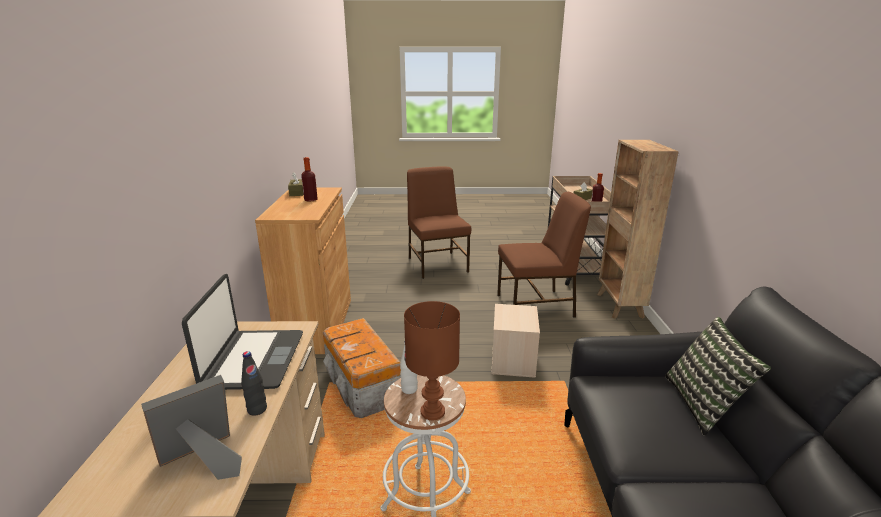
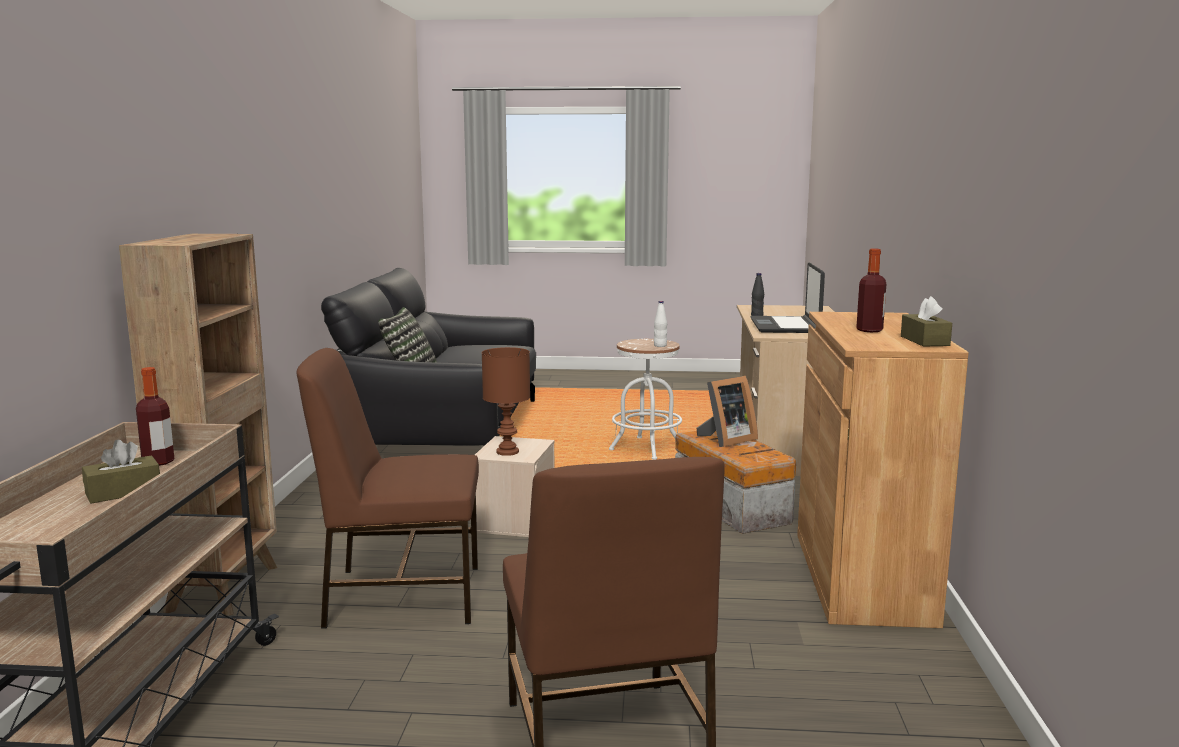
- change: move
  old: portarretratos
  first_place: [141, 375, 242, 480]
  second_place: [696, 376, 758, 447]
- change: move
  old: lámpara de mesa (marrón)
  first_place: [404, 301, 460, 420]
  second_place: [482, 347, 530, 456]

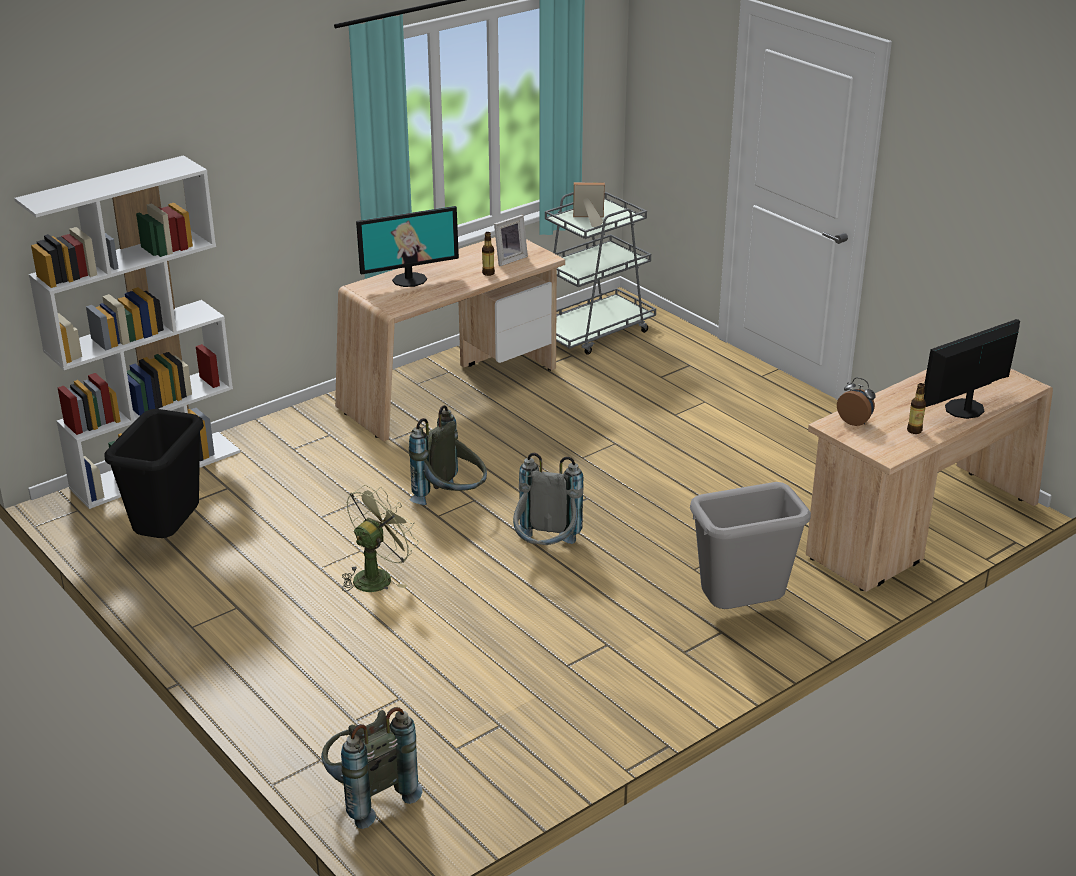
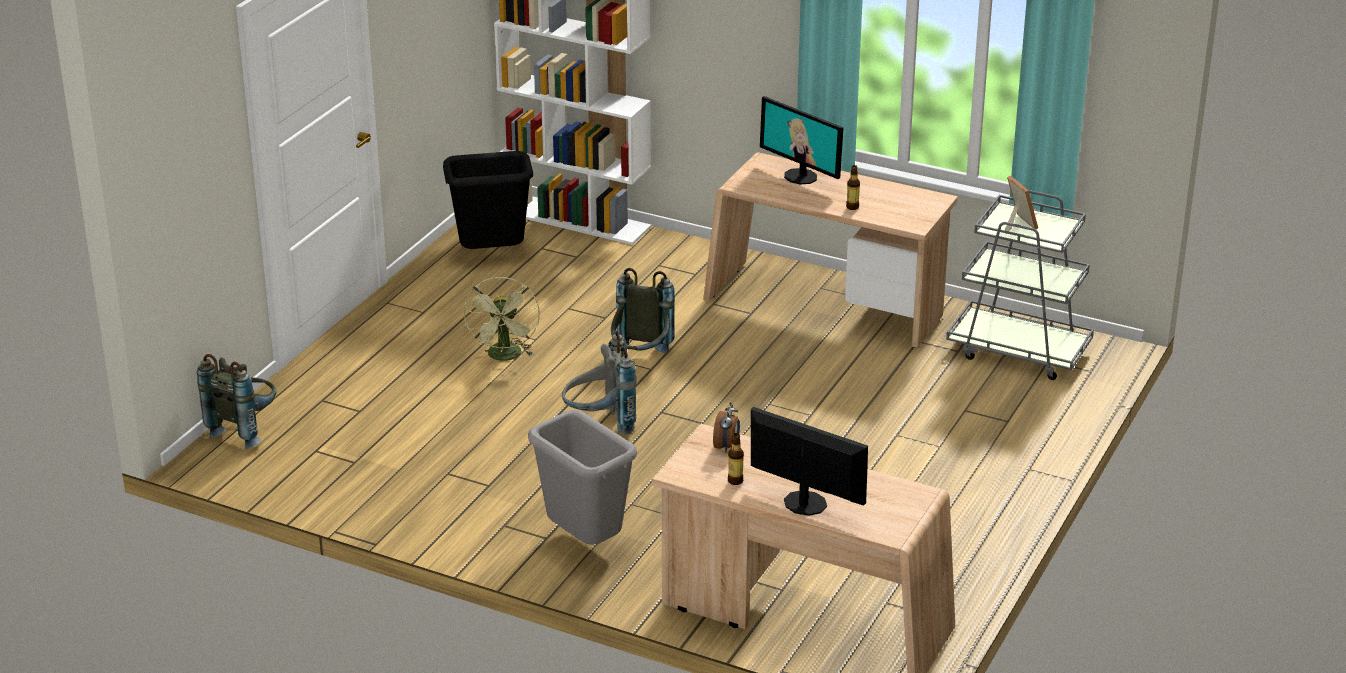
- change: rotate
  old: ventilador (verde)
  first_place: [342, 485, 419, 592]
  second_place: [463, 277, 540, 361]
  degrees: 75
- change: delete
  old: portarretratos
  first_place: [494, 215, 528, 266]

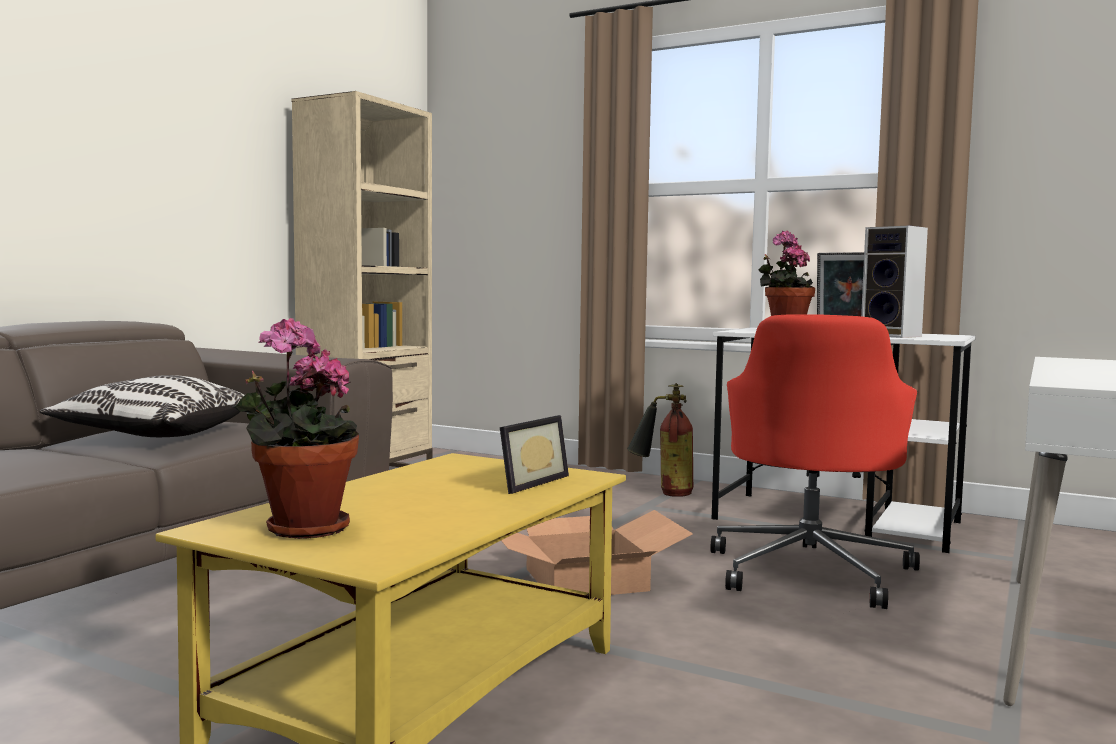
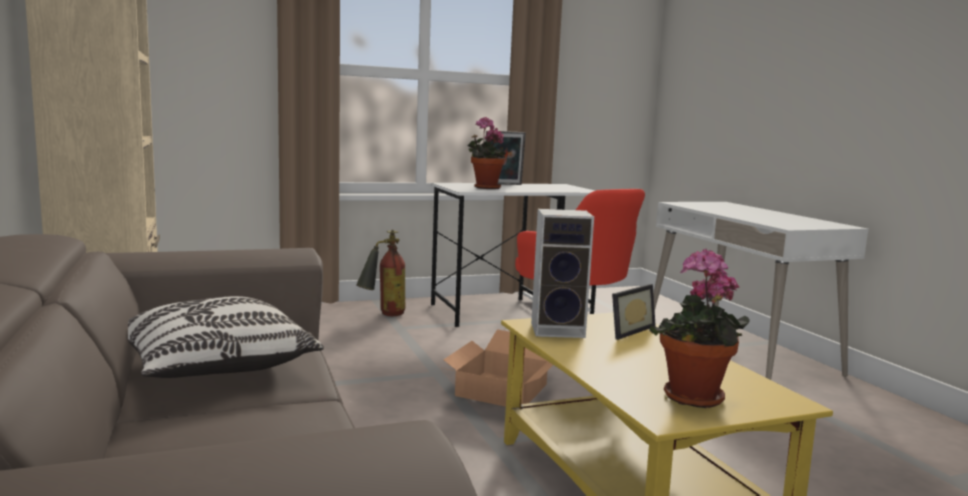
- change: rotate
  old: portarretratos
  first_place: [500, 415, 569, 494]
  second_place: [612, 284, 656, 340]
  degrees: 60
- change: move
  old: altavoz
  first_place: [861, 225, 928, 338]
  second_place: [531, 209, 594, 338]

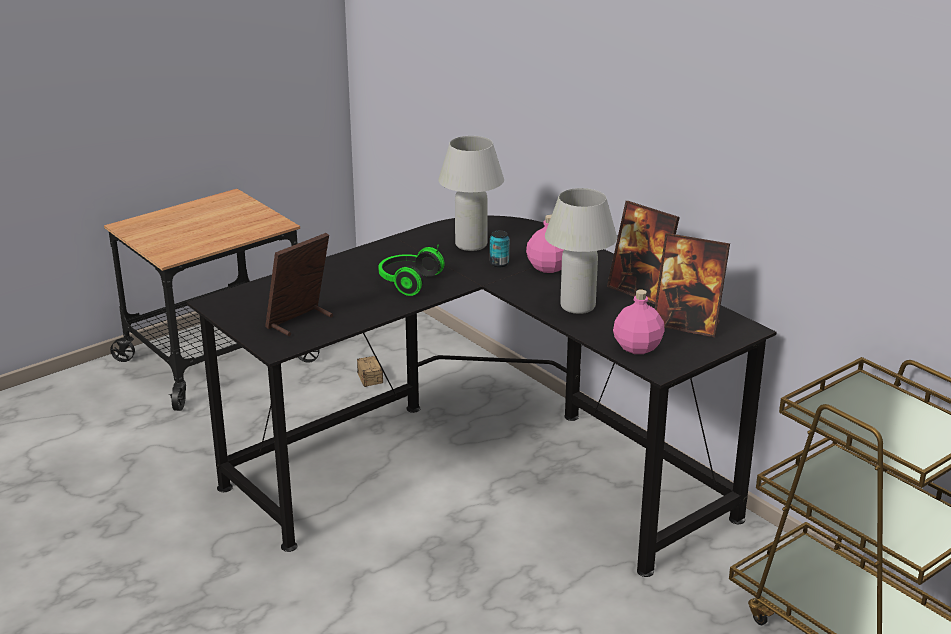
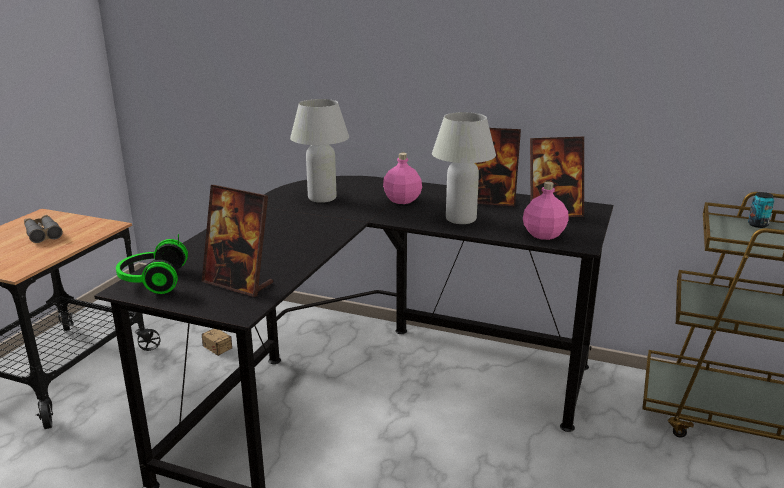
- change: rotate
  old: portarretratos
  first_place: [265, 233, 333, 336]
  second_place: [202, 185, 273, 297]
  degrees: -75
- change: move
  old: auriculares
  first_place: [379, 245, 445, 296]
  second_place: [116, 234, 188, 294]
- change: move
  old: lata
  first_place: [490, 230, 509, 268]
  second_place: [748, 192, 774, 228]
- change: insert
  new: prismáticos (gris)
  second_place: [24, 215, 63, 243]

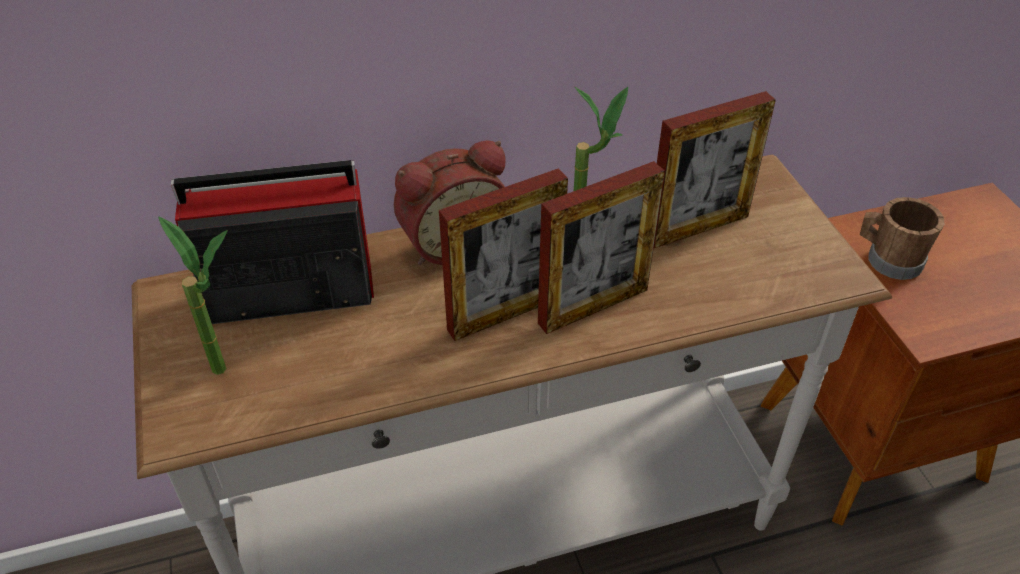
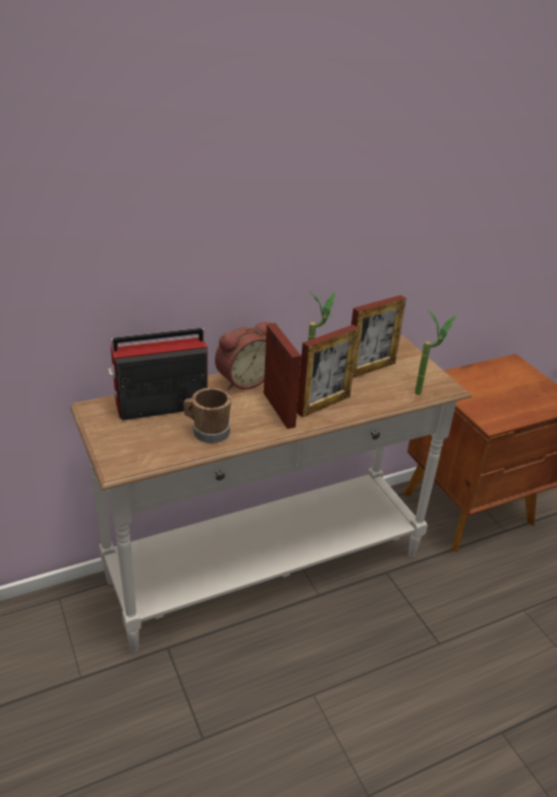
- change: move
  old: planta en maceta
  first_place: [158, 217, 228, 375]
  second_place: [415, 310, 456, 395]
- change: rotate
  old: portarretratos
  first_place: [439, 168, 568, 341]
  second_place: [264, 323, 301, 429]
  degrees: -75
- change: move
  old: taza grande (marrón)
  first_place: [860, 197, 945, 280]
  second_place: [183, 387, 231, 443]

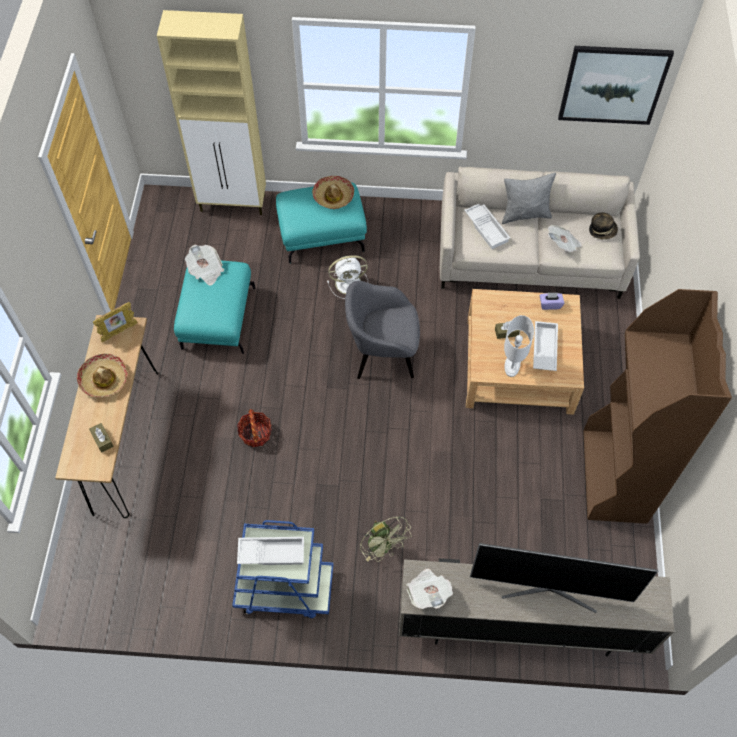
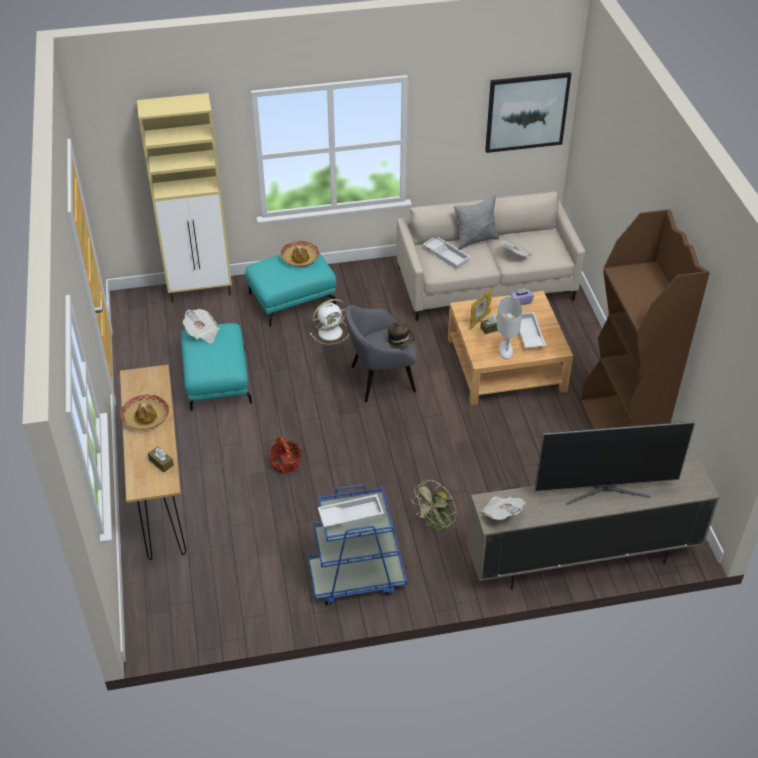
- change: move
  old: portarretratos
  first_place: [93, 302, 138, 342]
  second_place: [470, 289, 493, 330]
- change: rotate
  old: ventilador (verde)
  first_place: [360, 516, 411, 562]
  second_place: [412, 480, 458, 535]
  degrees: 90
- change: move
  old: sombrero
  first_place: [589, 212, 618, 240]
  second_place: [388, 322, 415, 347]

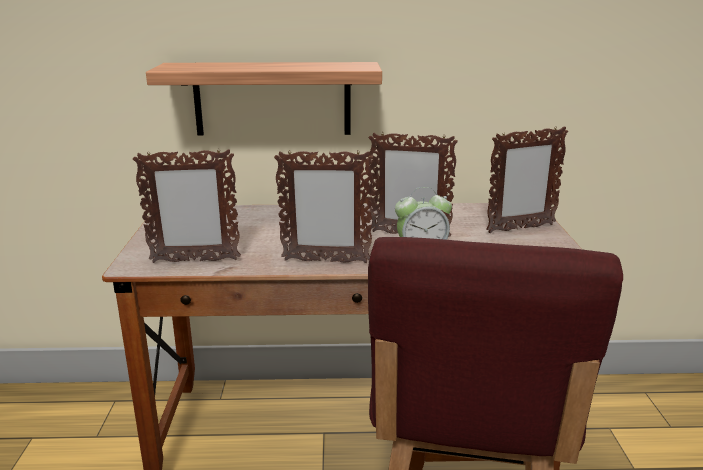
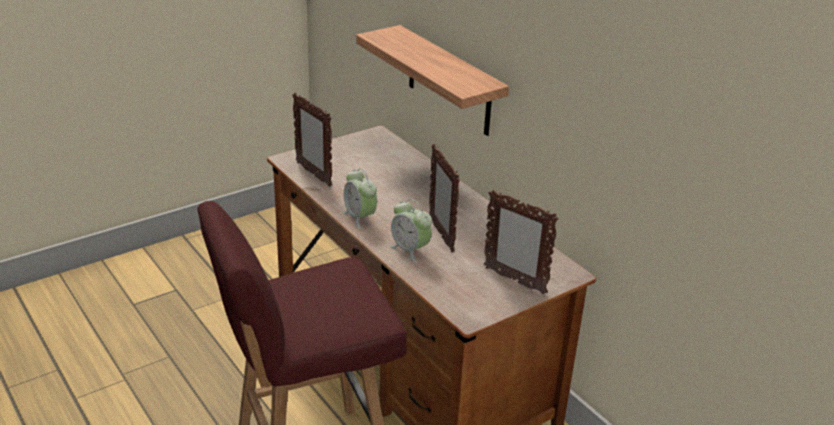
- change: replace
  old: portarretratos
  new: despertador
  first_place: [274, 150, 373, 263]
  second_place: [343, 168, 377, 229]

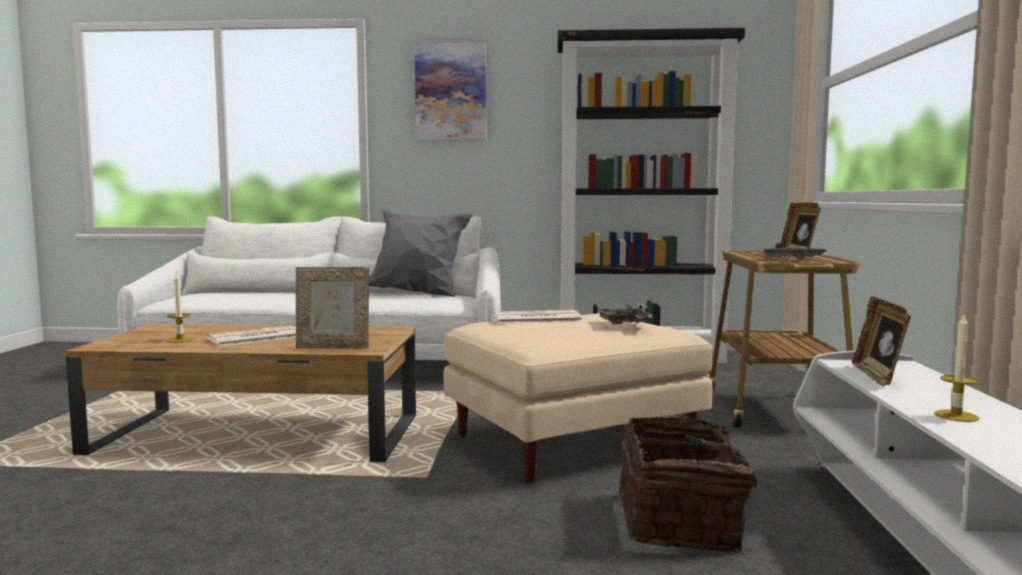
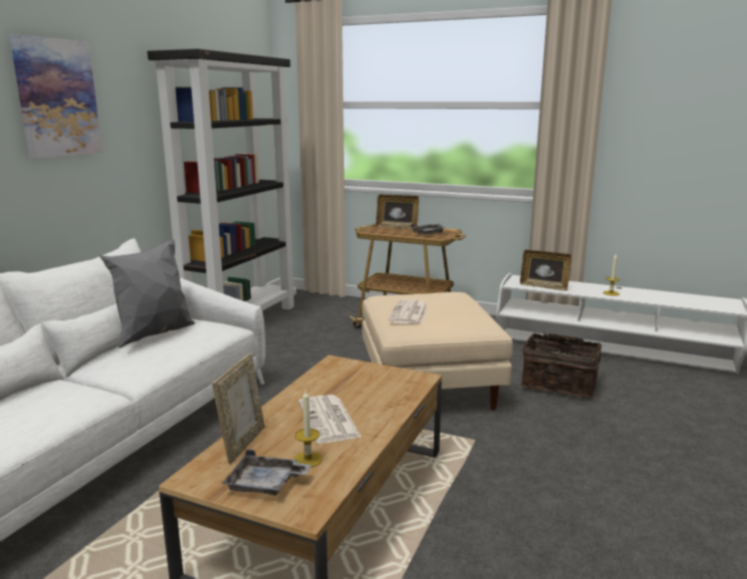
- change: move
  old: portarretratos
  first_place: [296, 267, 369, 348]
  second_place: [212, 354, 265, 464]
- change: move
  old: bandeja (gris)
  first_place: [597, 304, 654, 324]
  second_place: [222, 449, 311, 496]

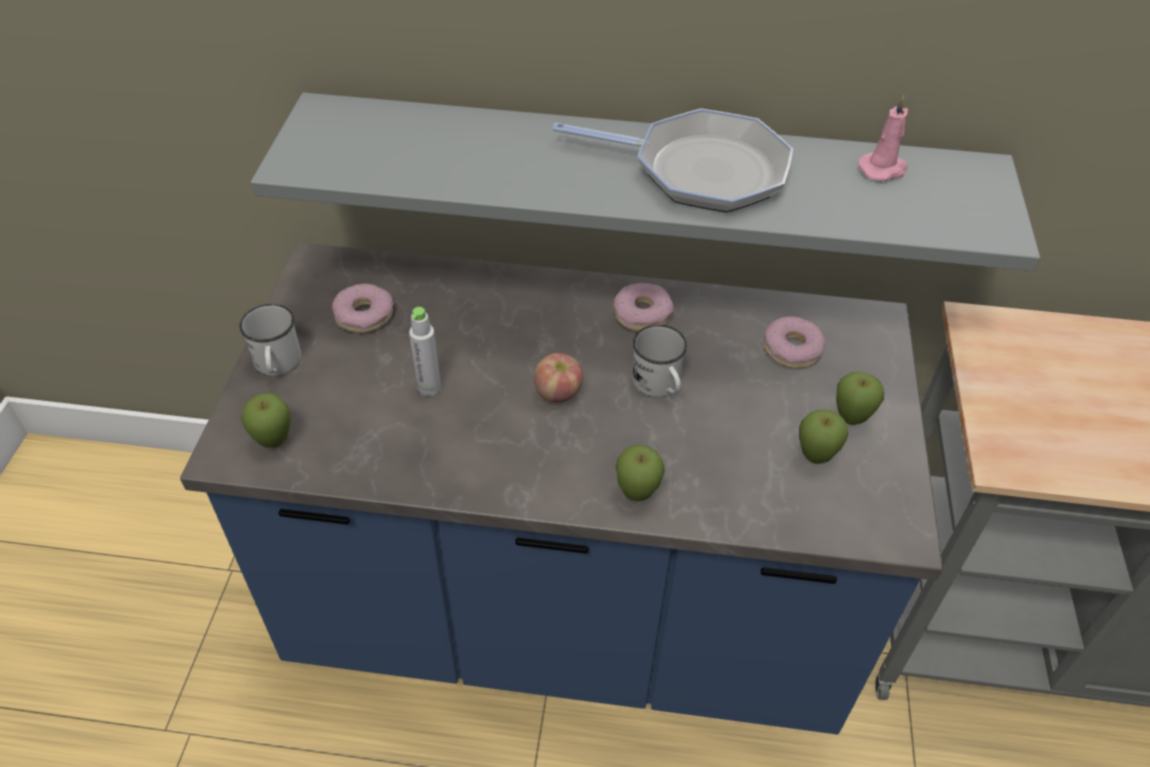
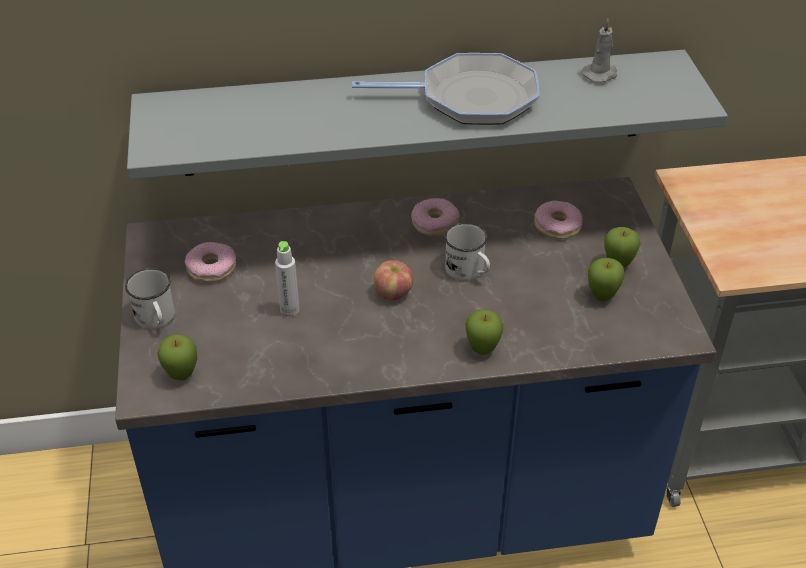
- change: recolor
  old: vela (rosa)
  new: vela (gris)
  first_place: [858, 95, 908, 181]
  second_place: [582, 18, 617, 83]

